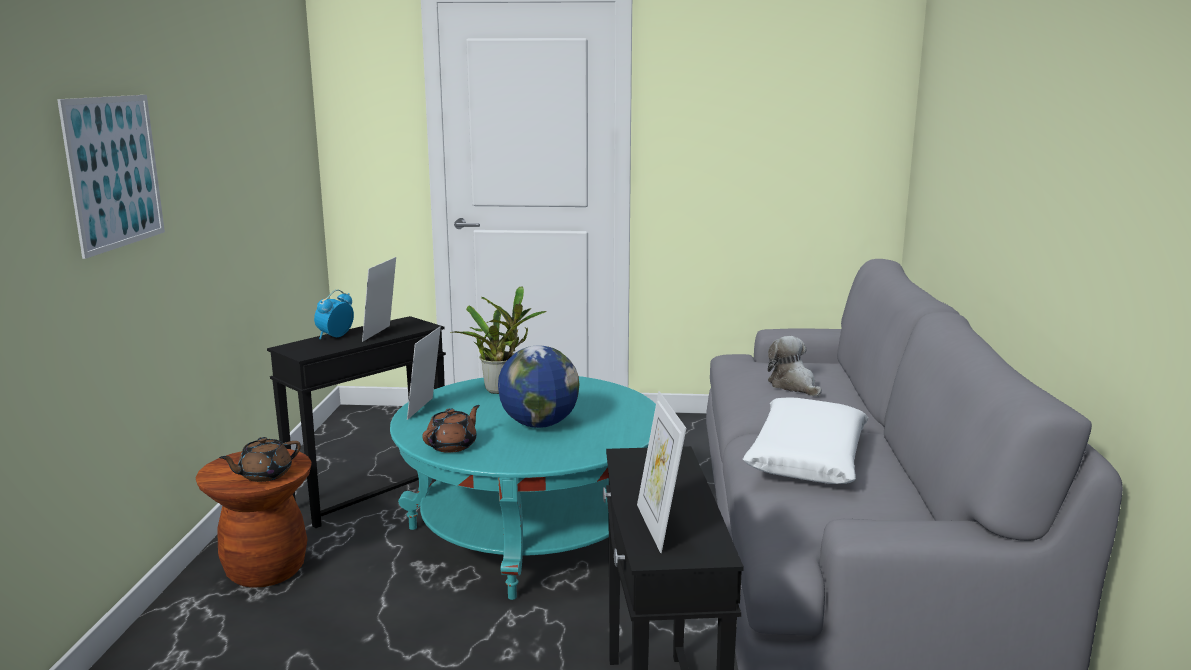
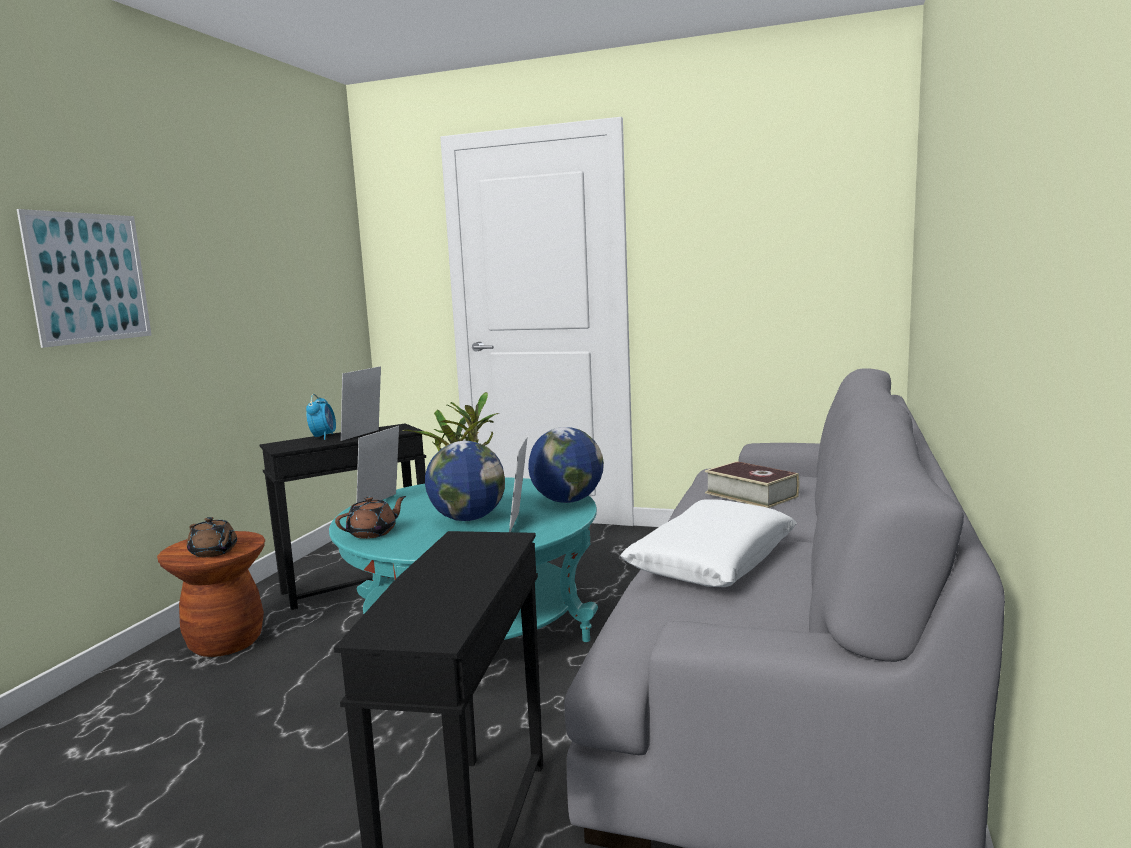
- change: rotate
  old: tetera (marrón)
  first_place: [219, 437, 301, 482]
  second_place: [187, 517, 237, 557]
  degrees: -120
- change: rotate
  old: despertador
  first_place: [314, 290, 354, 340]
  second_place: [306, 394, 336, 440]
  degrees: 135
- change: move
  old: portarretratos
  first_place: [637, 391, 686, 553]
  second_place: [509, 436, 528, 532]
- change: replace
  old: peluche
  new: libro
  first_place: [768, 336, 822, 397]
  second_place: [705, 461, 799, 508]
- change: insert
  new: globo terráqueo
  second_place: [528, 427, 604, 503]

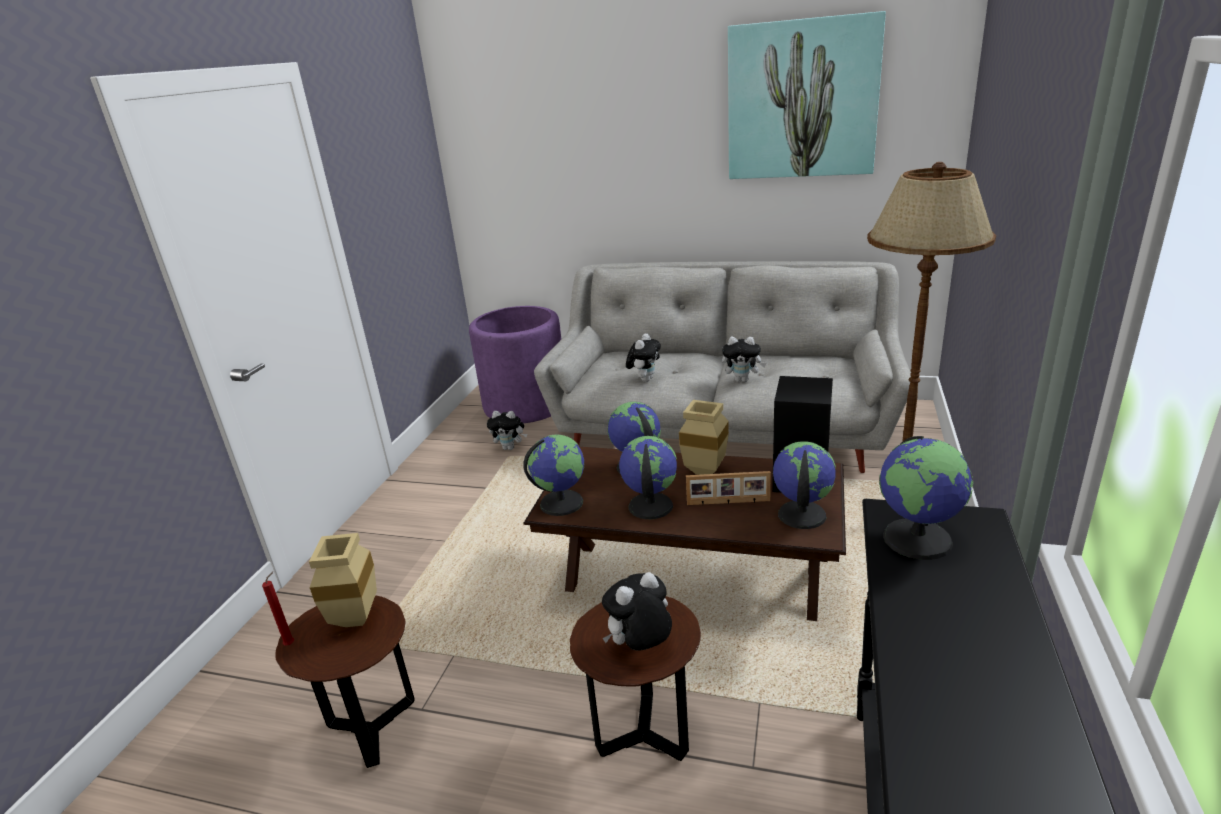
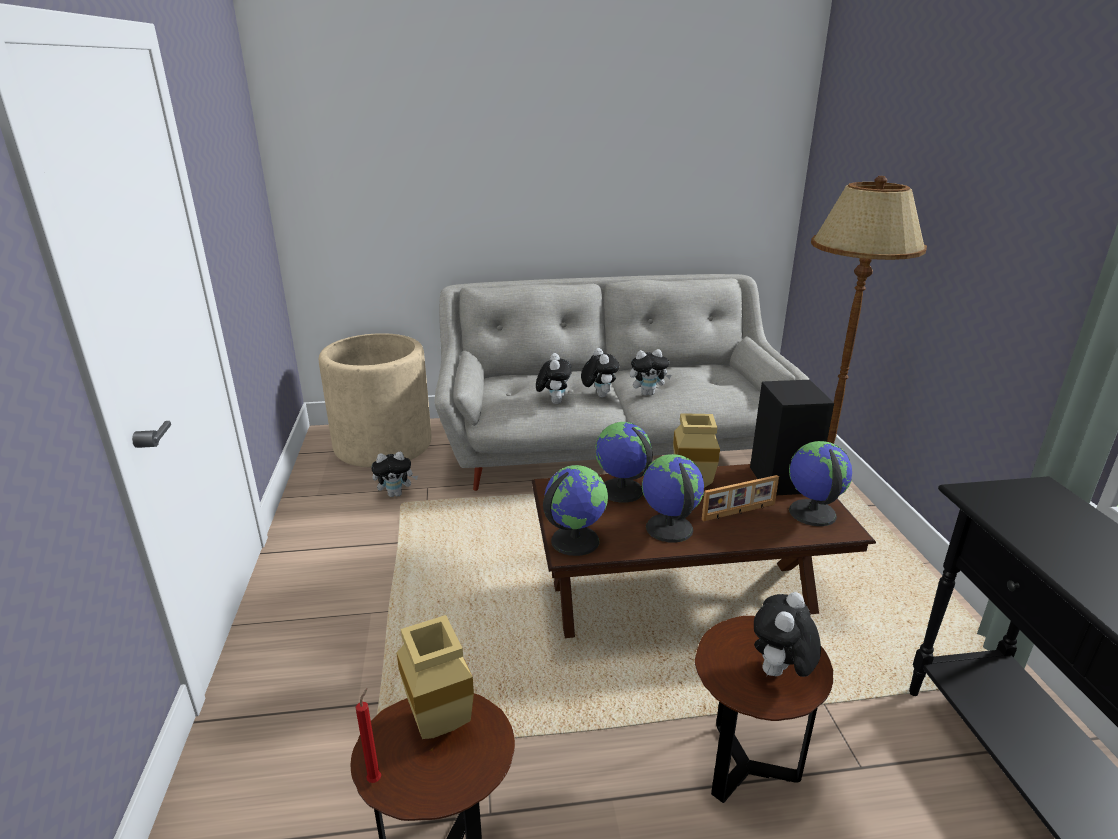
- change: recolor
  old: maceta (morado)
  new: maceta (beis)
  first_place: [469, 306, 561, 423]
  second_place: [319, 333, 432, 468]
- change: delete
  old: cuadro
  first_place: [728, 11, 886, 179]
- change: delete
  old: globo terráqueo
  first_place: [879, 436, 973, 560]
- change: insert
  new: peluche
  second_place: [581, 348, 619, 397]

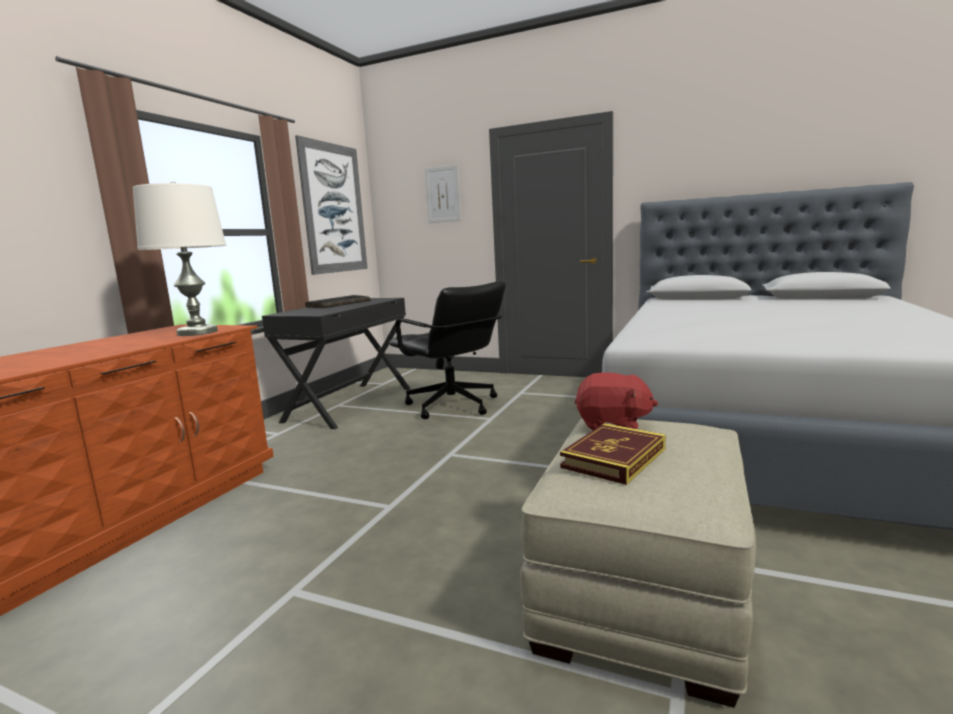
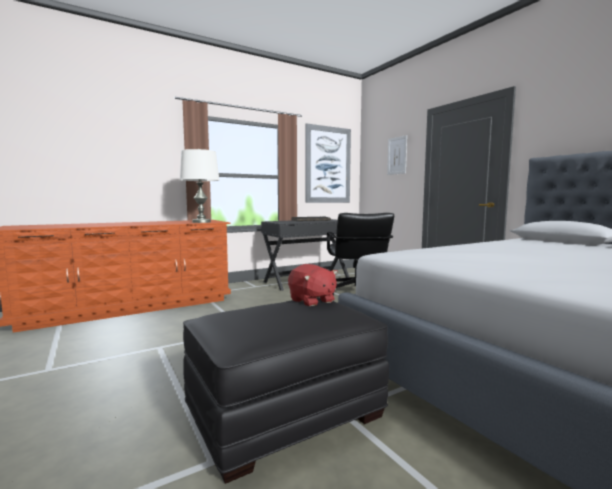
- change: recolor
  old: puf (beis)
  new: puf (negro)
  first_place: [520, 419, 756, 708]
  second_place: [183, 297, 389, 484]
- change: delete
  old: libro
  first_place: [560, 423, 666, 485]

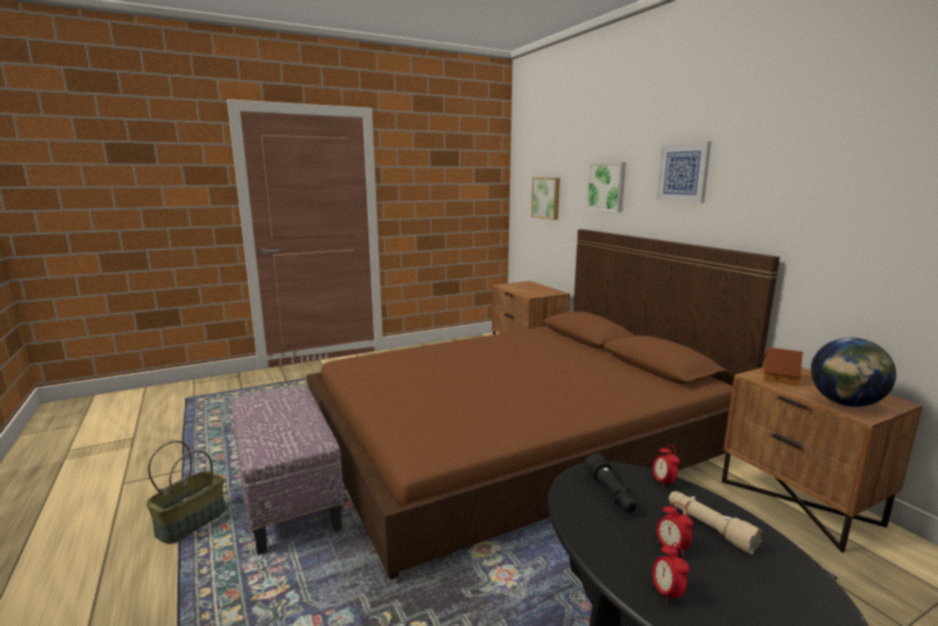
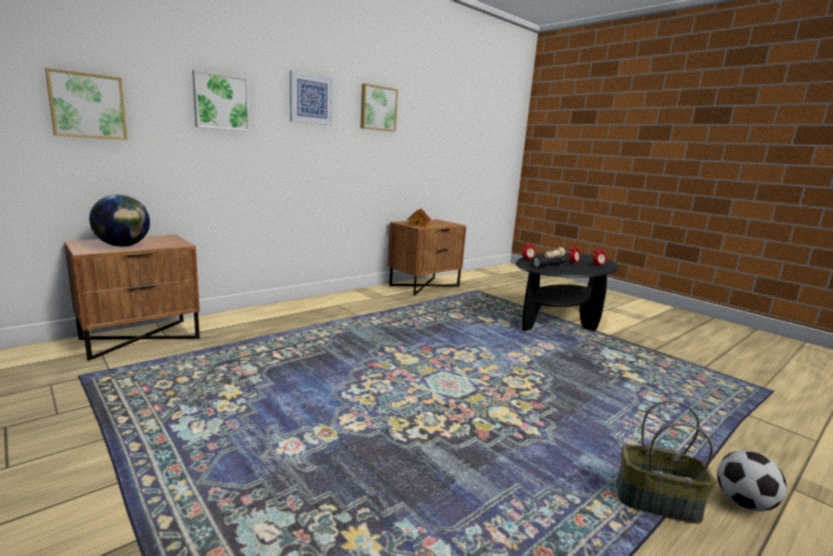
- change: delete
  old: puf
  first_place: [231, 386, 344, 555]
- change: delete
  old: cama (marrón)
  first_place: [307, 229, 780, 580]
- change: move
  old: globo terráqueo
  first_place: [811, 338, 896, 407]
  second_place: [89, 195, 150, 247]
- change: insert
  new: cuadro
  second_place: [361, 83, 398, 132]
- change: insert
  new: balón de fútbol
  second_place: [717, 450, 786, 512]

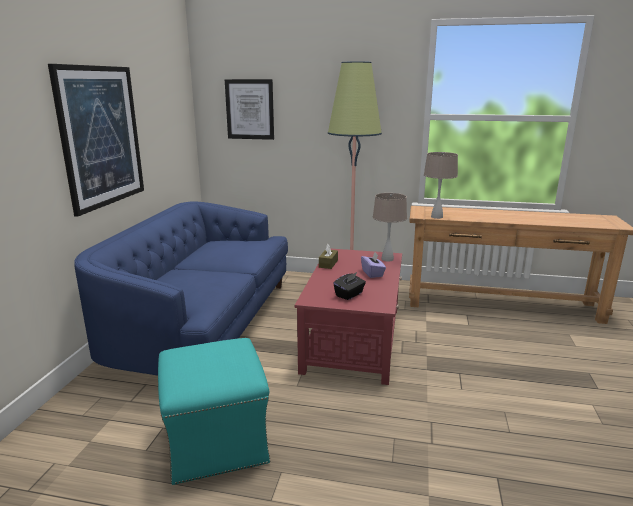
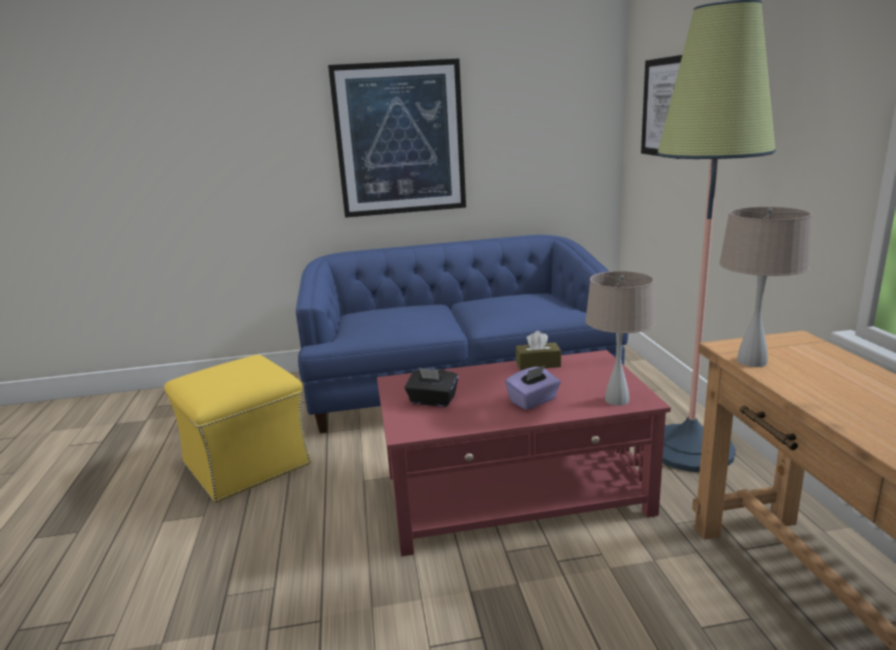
- change: recolor
  old: puf (turquesa)
  new: puf (amarillo)
  first_place: [158, 338, 270, 485]
  second_place: [164, 355, 311, 503]

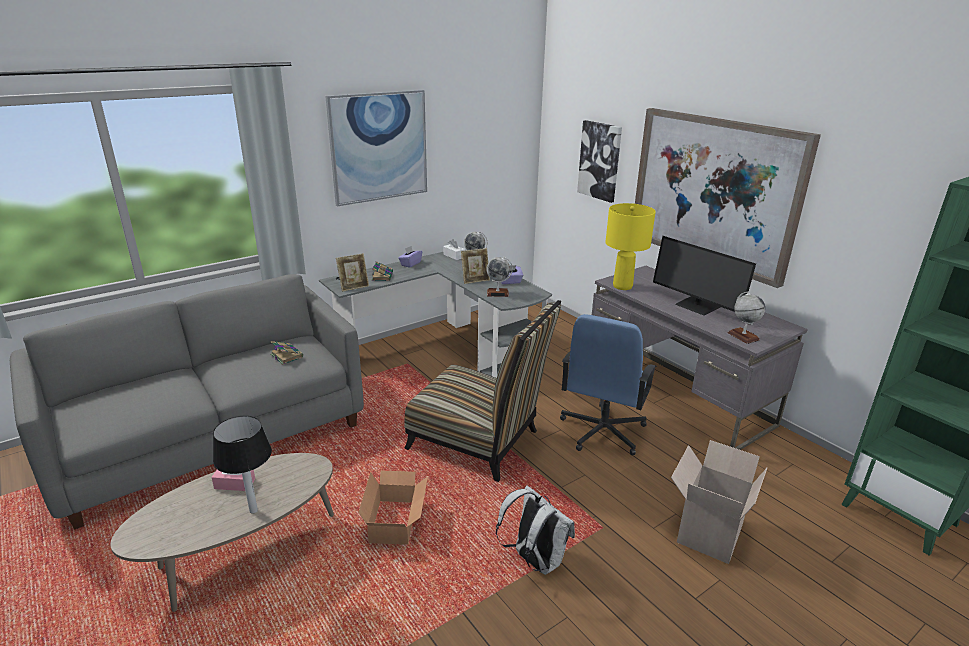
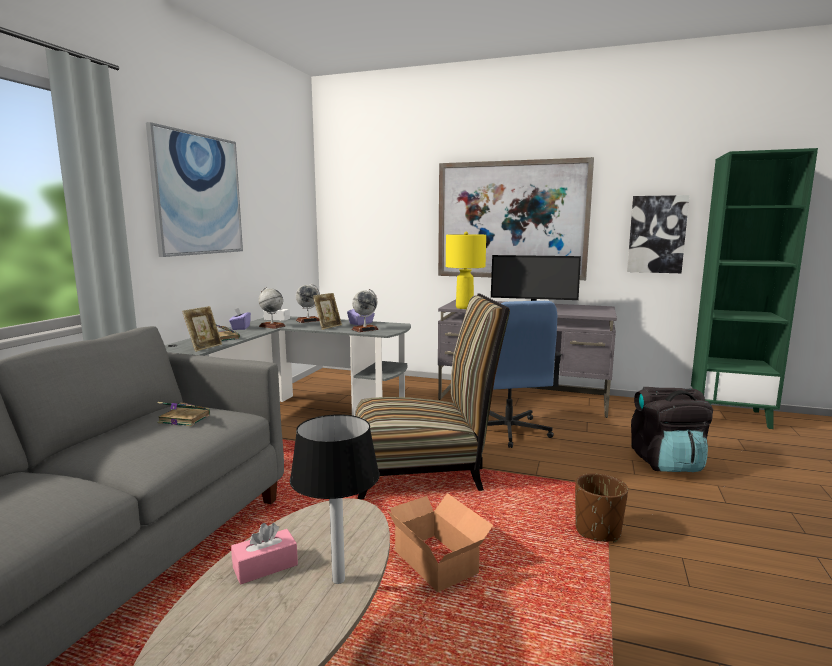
- change: replace
  old: mochila (blanco)
  new: maceta (marrón)
  first_place: [496, 486, 575, 575]
  second_place: [575, 473, 628, 542]
- change: move
  old: cuadro
  first_place: [577, 120, 622, 203]
  second_place: [627, 195, 689, 273]
- change: replace
  old: caja de cartón
  new: mochila (negro)
  first_place: [671, 440, 767, 564]
  second_place: [631, 387, 713, 472]
- change: move
  old: globo terráqueo
  first_place: [727, 291, 765, 344]
  second_place: [258, 287, 286, 329]

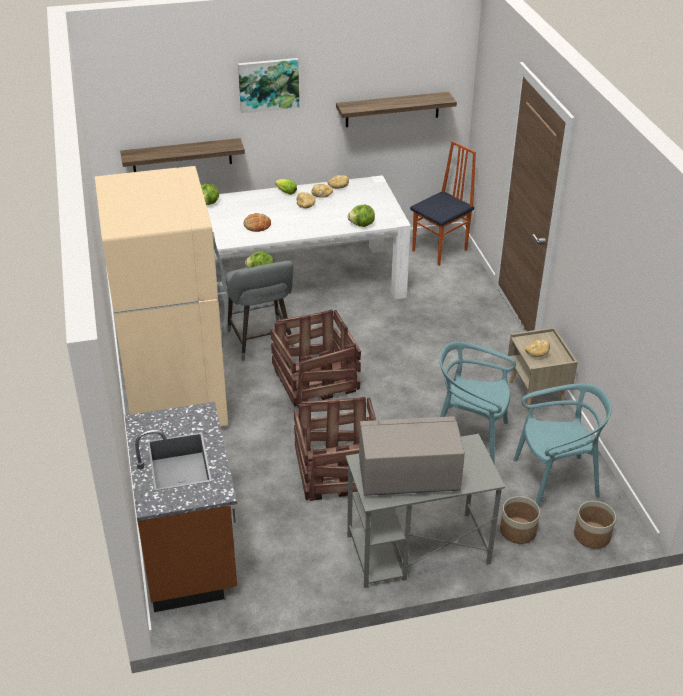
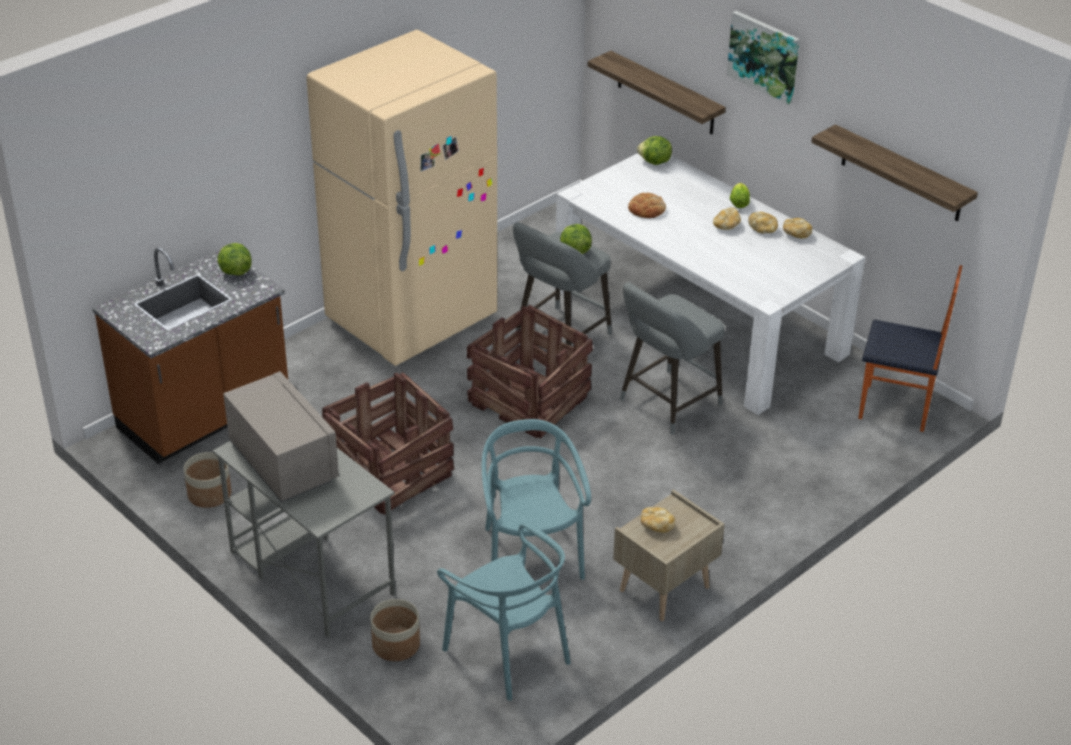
- change: move
  old: lechuga
  first_place: [347, 205, 375, 227]
  second_place: [217, 243, 252, 276]
- change: move
  old: maceta
  first_place: [574, 501, 616, 549]
  second_place: [184, 452, 231, 508]
- change: insert
  new: taburete (gris)
  second_place: [620, 282, 725, 435]

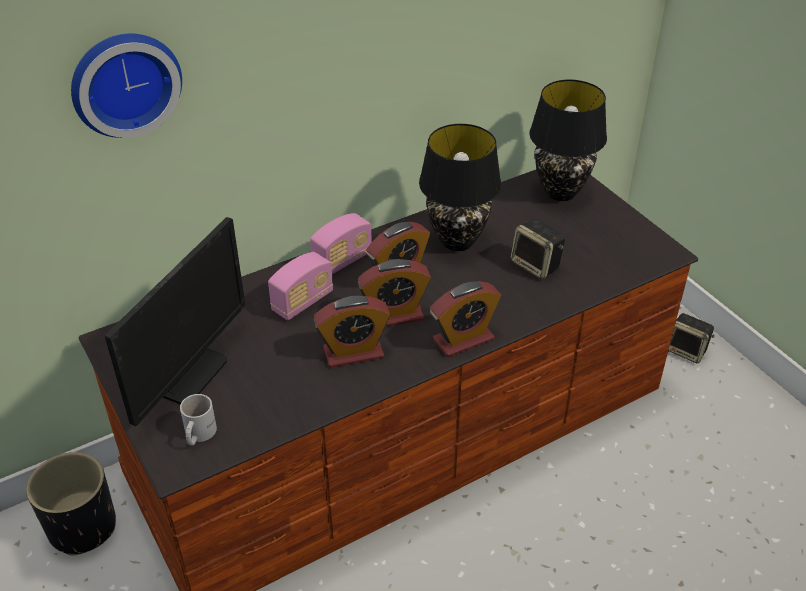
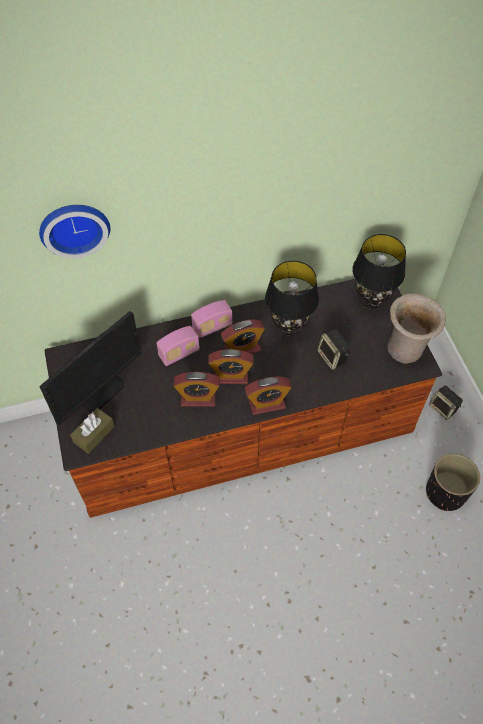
- change: move
  old: maceta (negro)
  first_place: [26, 452, 116, 556]
  second_place: [426, 453, 480, 511]
- change: replace
  old: taza grande (blanco)
  new: caja de pañuelos (marrón)
  first_place: [180, 394, 217, 445]
  second_place: [70, 408, 115, 454]
- change: insert
  new: florero (beis)
  second_place: [387, 293, 446, 364]

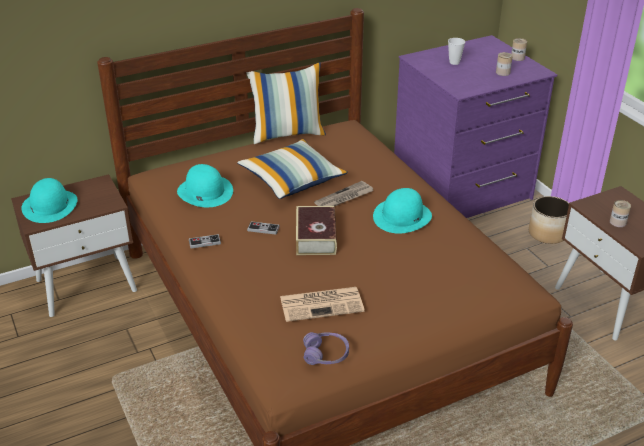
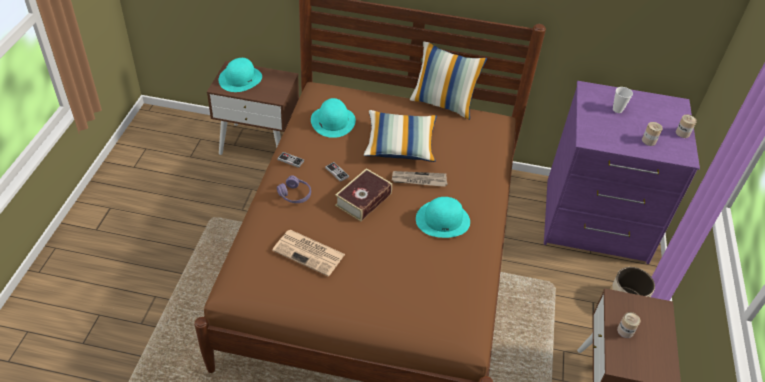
- change: move
  old: auriculares (morado)
  first_place: [303, 332, 349, 365]
  second_place: [277, 176, 311, 203]

